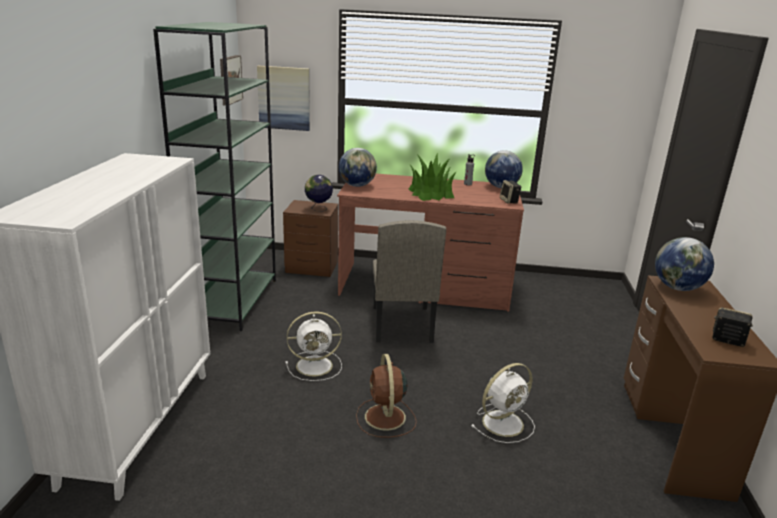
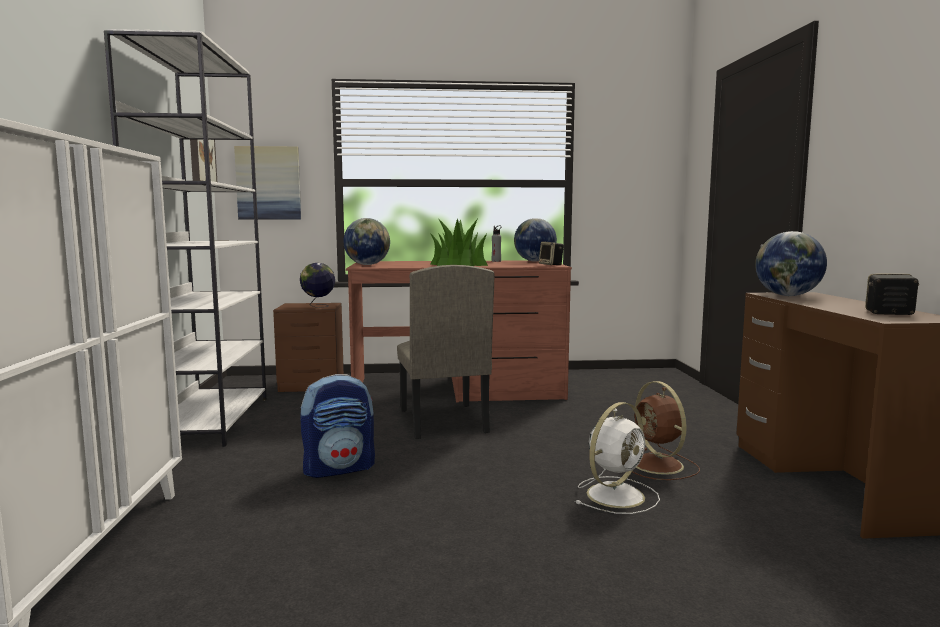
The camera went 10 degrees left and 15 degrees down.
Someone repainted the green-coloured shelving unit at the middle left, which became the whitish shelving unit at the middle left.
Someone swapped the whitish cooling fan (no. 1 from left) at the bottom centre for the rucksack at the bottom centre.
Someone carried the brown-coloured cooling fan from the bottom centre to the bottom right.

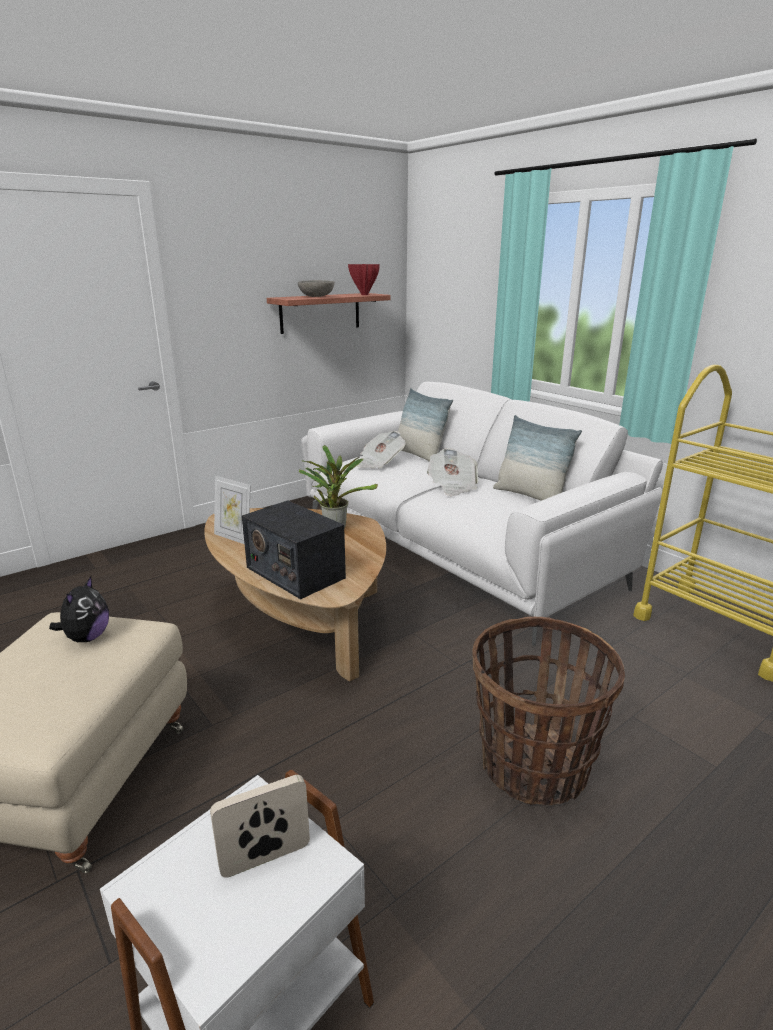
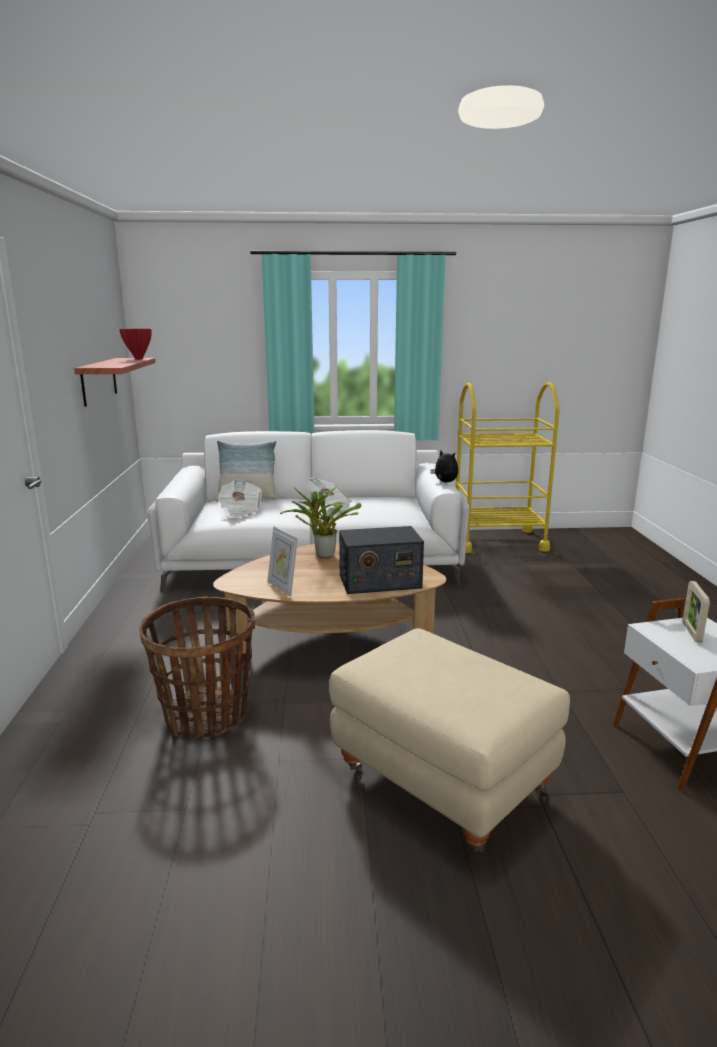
The camera went 55 degrees left and 5 degrees down.
Someone took away the gray deep dish at the top centre.
Someone took away the throw pillow (no. 2 from left) at the middle right.
Someone rotated the picture frame (no. 1 from left) at the middle left by 75 degrees clockwise.
Someone carried the plush toy from the middle left to the centre.
Someone carried the household basket from the bottom right to the middle left.

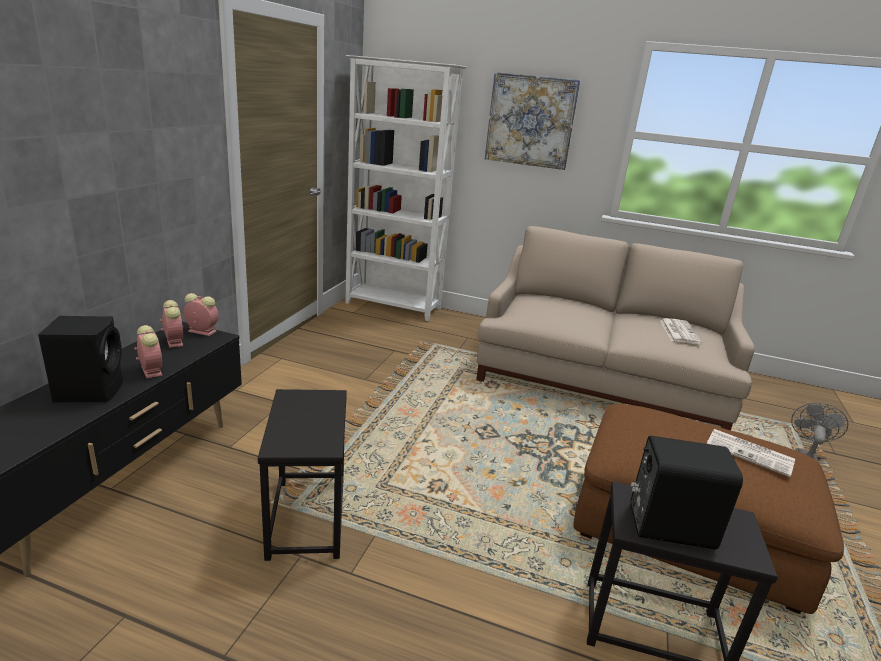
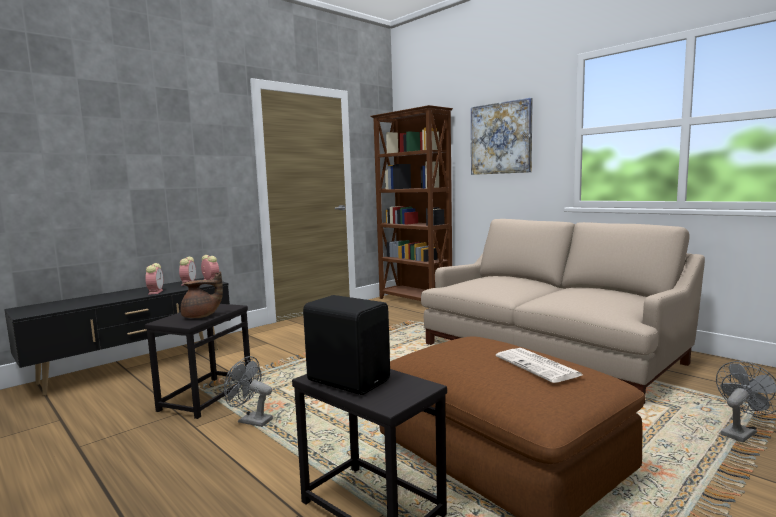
The camera went 30 degrees right and 15 degrees down.
Someone repainted the whitish shelving unit at the top centre, which became the brown-coloured shelving unit at the centre.
Someone took away the blackish loudspeaker (no. 1 from left) at the middle left.
Someone took away the daily paper (no. 1 from left) at the middle right.
Someone put down the brown-coloured tea pot at the middle left.
Someone put down the gray cooling fan (no. 1 from left) at the bottom left.

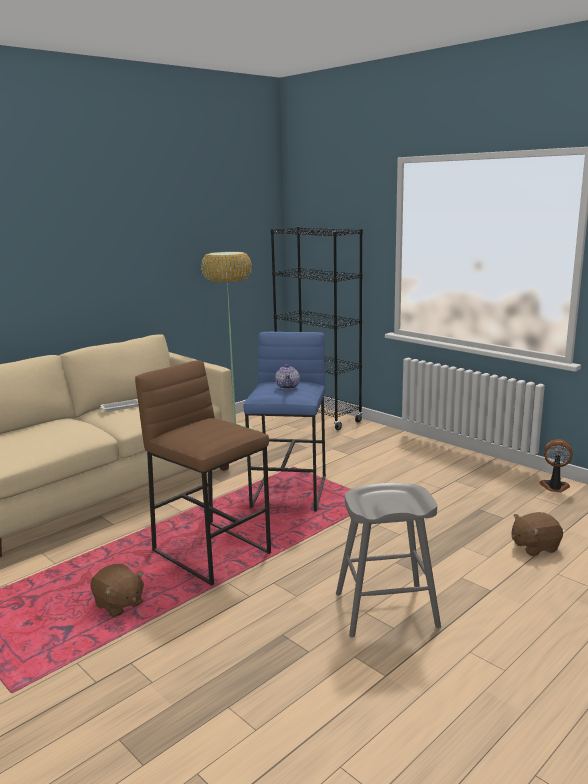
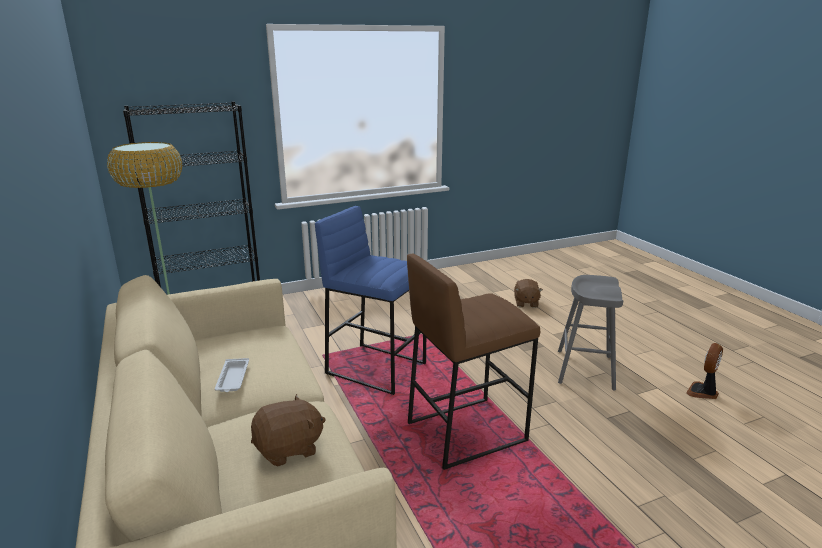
The camera went 70 degrees left and 5 degrees up.
Someone took away the tea pot at the centre.
Someone carried the cooling fan from the middle right to the bottom right.
Someone carried the brown-coloured plush toy (no. 1 from left) from the bottom left to the bottom centre.

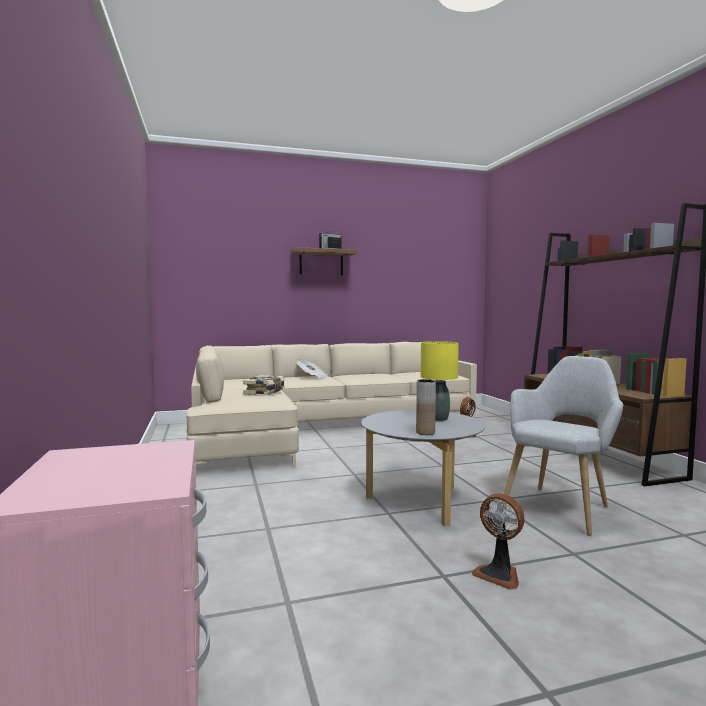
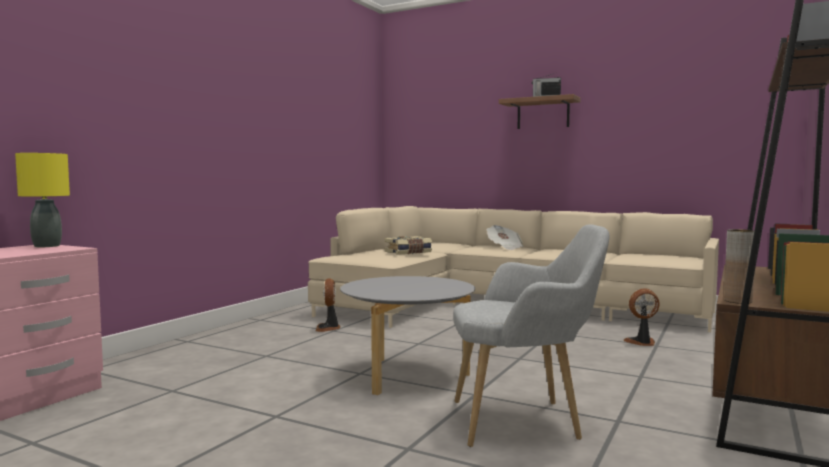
The camera went 45 degrees right and 0 degrees up.
Someone carried the yellow-coloured lamp for a table from the centre to the middle left.
Someone carried the brown-coloured flower vase from the centre to the middle right.
Someone carried the cooling fan (no. 2 from left in the first image) from the bottom right to the centre.

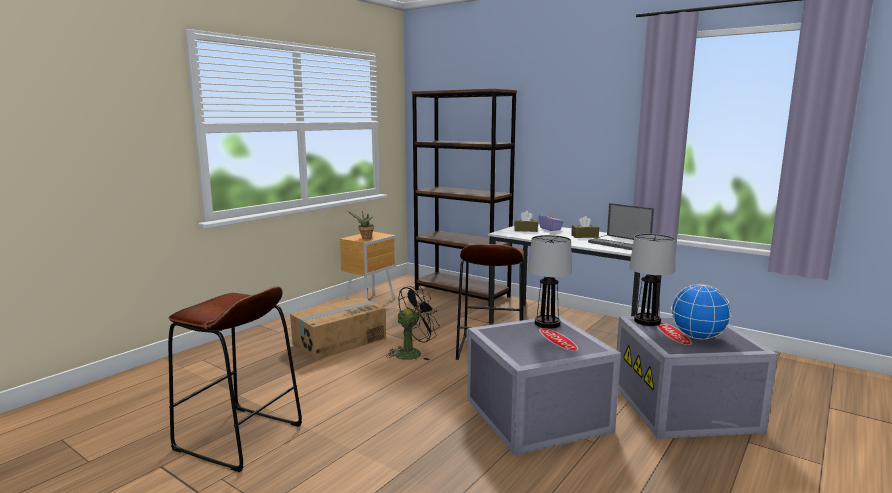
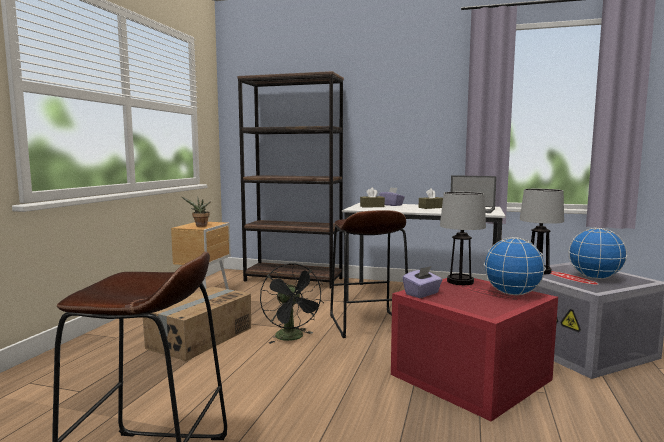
The camera went 20 degrees left and 5 degrees down.
Someone rotated the blackish cooling fan at the centre by 120 degrees clockwise.
Someone repainted the gray storage bin (no. 1 from left) at the bottom centre, which became the red storage bin at the bottom right.
Someone put down the desk globe (no. 1 from left) at the middle right.
Someone put down the purplish box of tissues (no. 2 from left) at the centre.

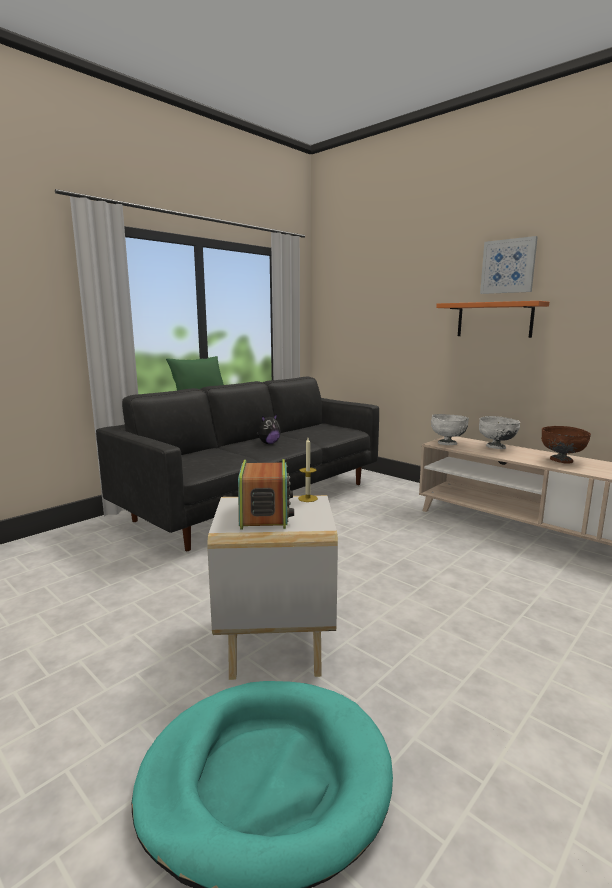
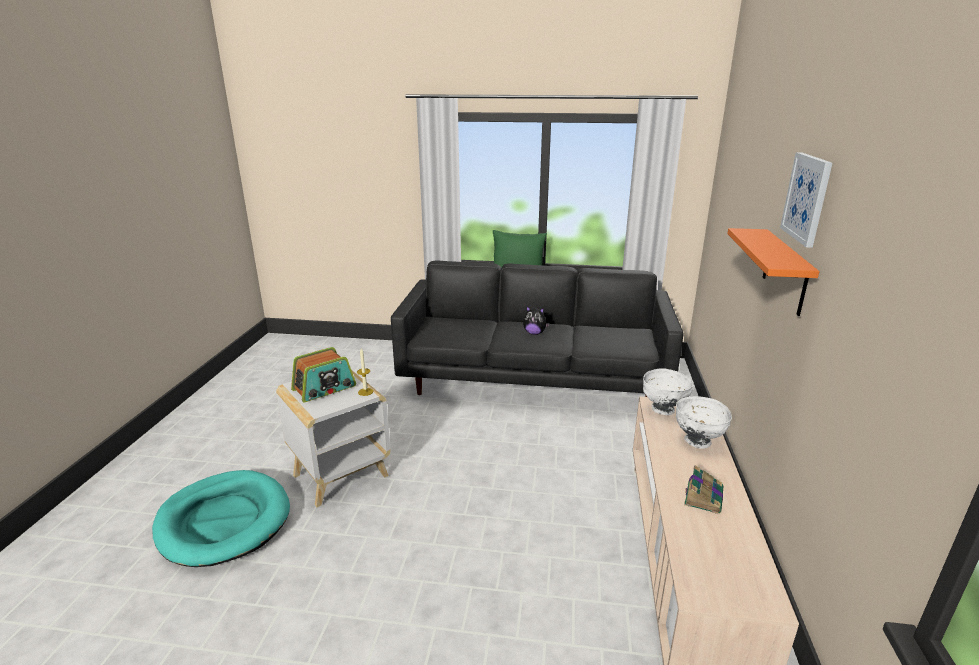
The camera went 55 degrees right and 10 degrees up.
Someone swapped the brown-coloured deep dish at the middle right for the volume at the bottom right.

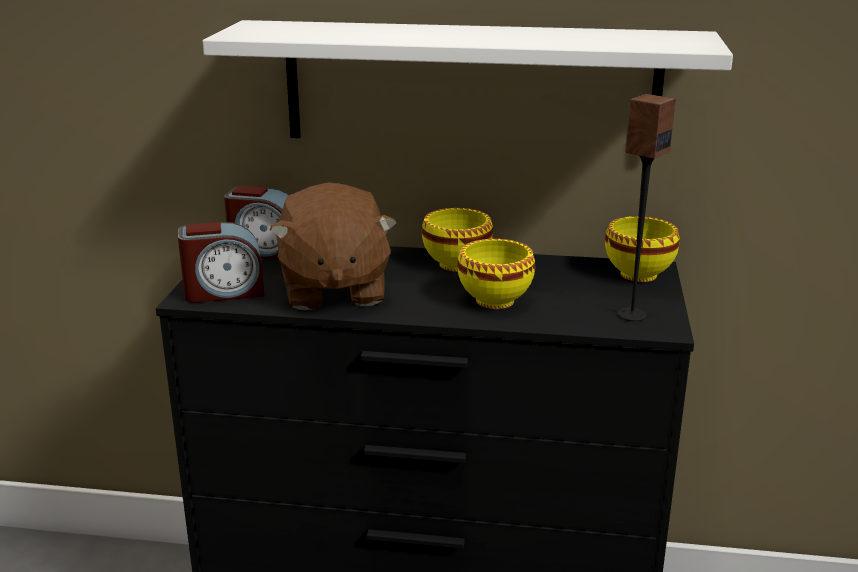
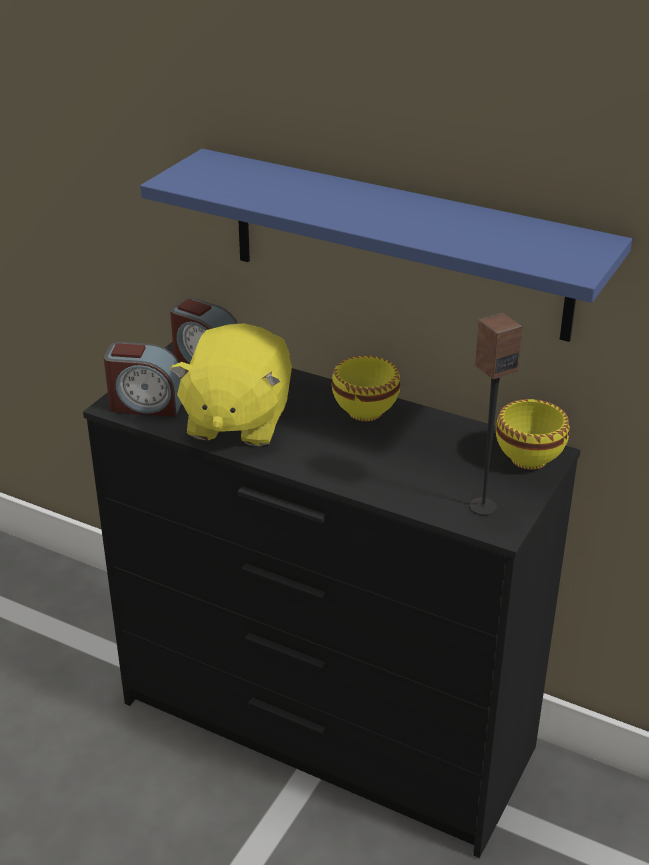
The camera went 20 degrees right and 10 degrees up.
Someone repainted the whitish shelf at the top centre, which became the bluish shelf at the top centre.
Someone repainted the brown-coloured plush toy at the centre, which became the yellow-coloured plush toy at the centre.
Someone took away the yellow-coloured deep dish (no. 2 from left) at the centre.

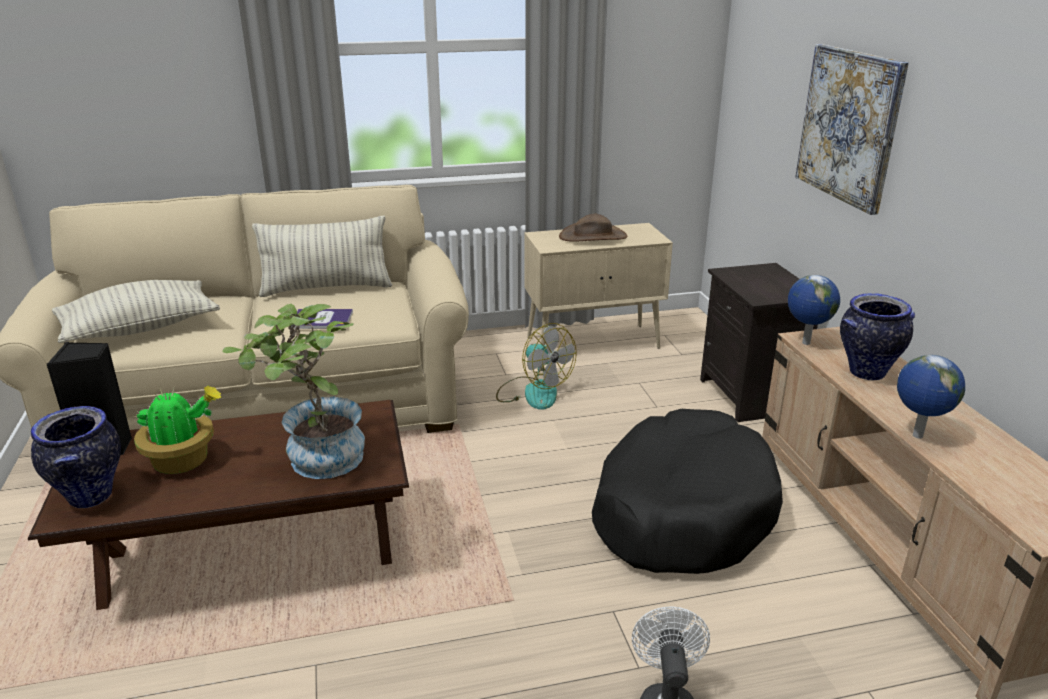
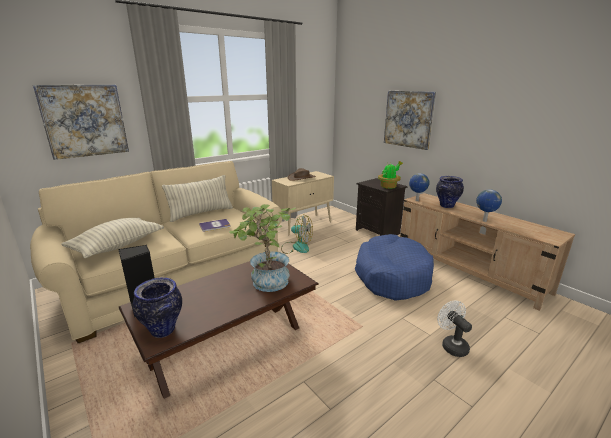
The camera went 25 degrees left and 5 degrees down.
Someone carried the potted plant (no. 1 from left in the first image) from the middle left to the centre.
Someone repainted the blackish pet bed at the bottom centre, which became the bluish pet bed at the centre.
Someone put up the wall art (no. 1 from left) at the top left.

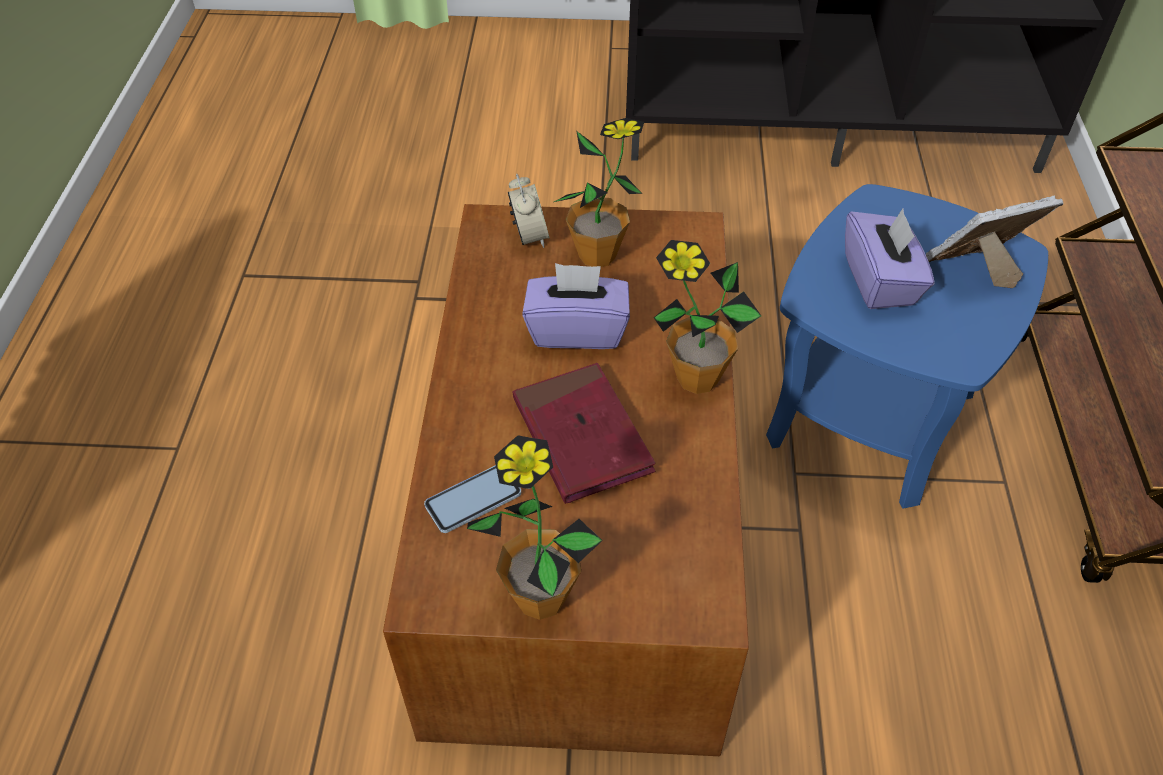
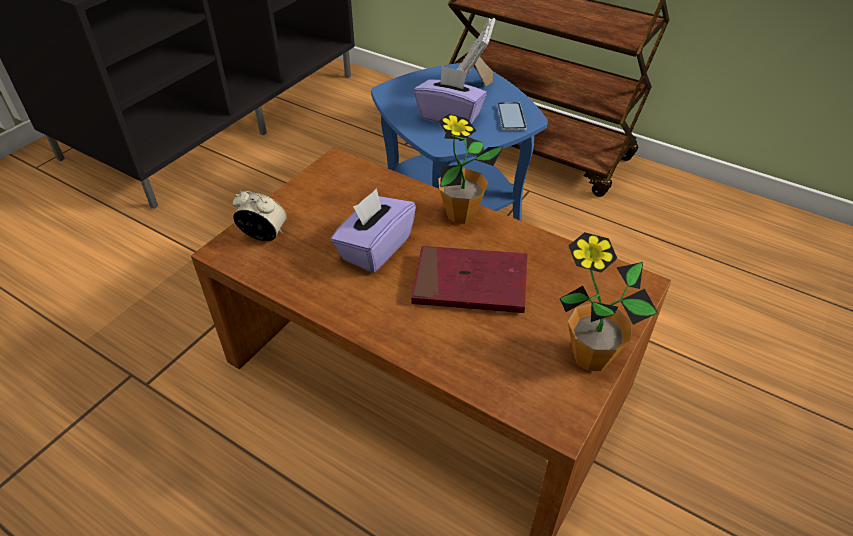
The camera went 60 degrees left and 5 degrees down.
Someone took away the potted plant (no. 2 from left) at the top centre.
Someone carried the phone from the centre to the top centre.

